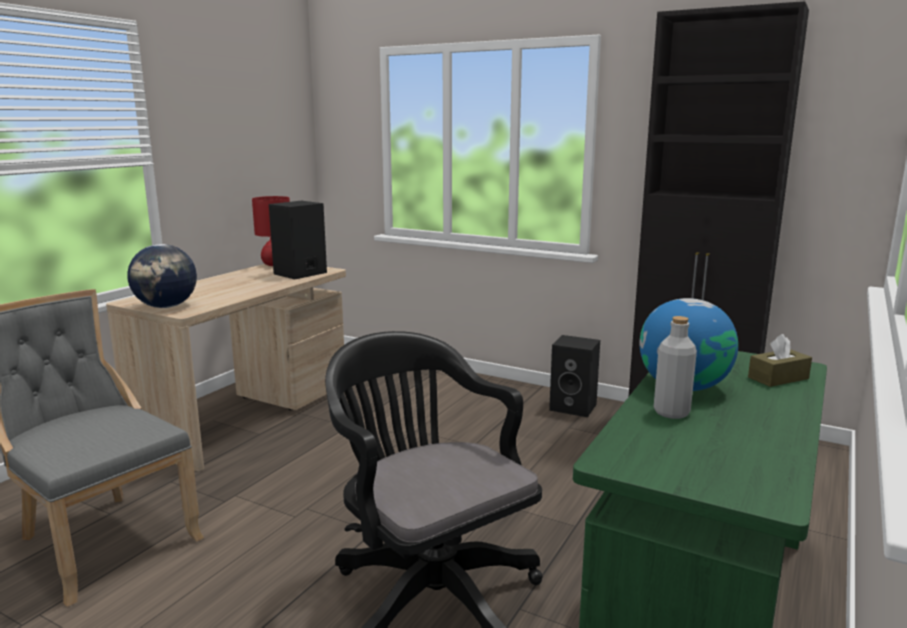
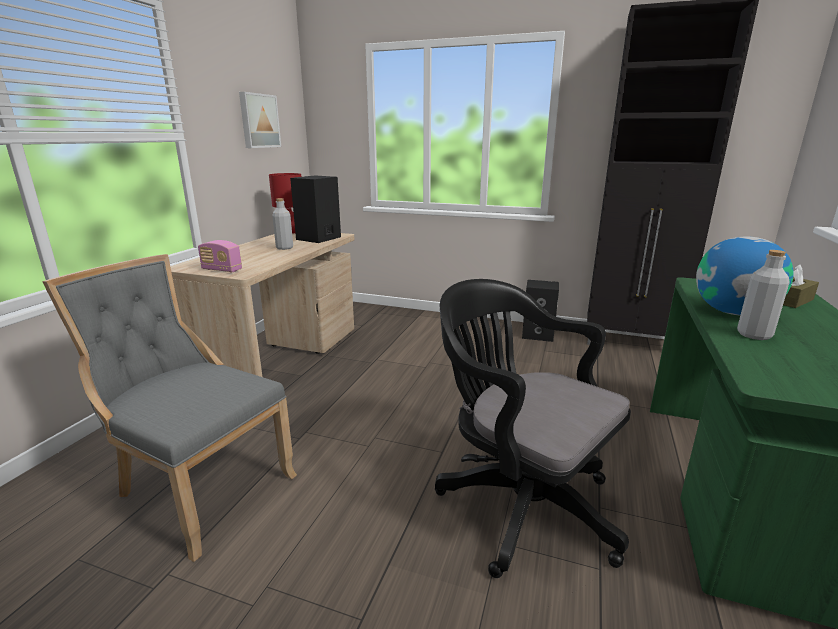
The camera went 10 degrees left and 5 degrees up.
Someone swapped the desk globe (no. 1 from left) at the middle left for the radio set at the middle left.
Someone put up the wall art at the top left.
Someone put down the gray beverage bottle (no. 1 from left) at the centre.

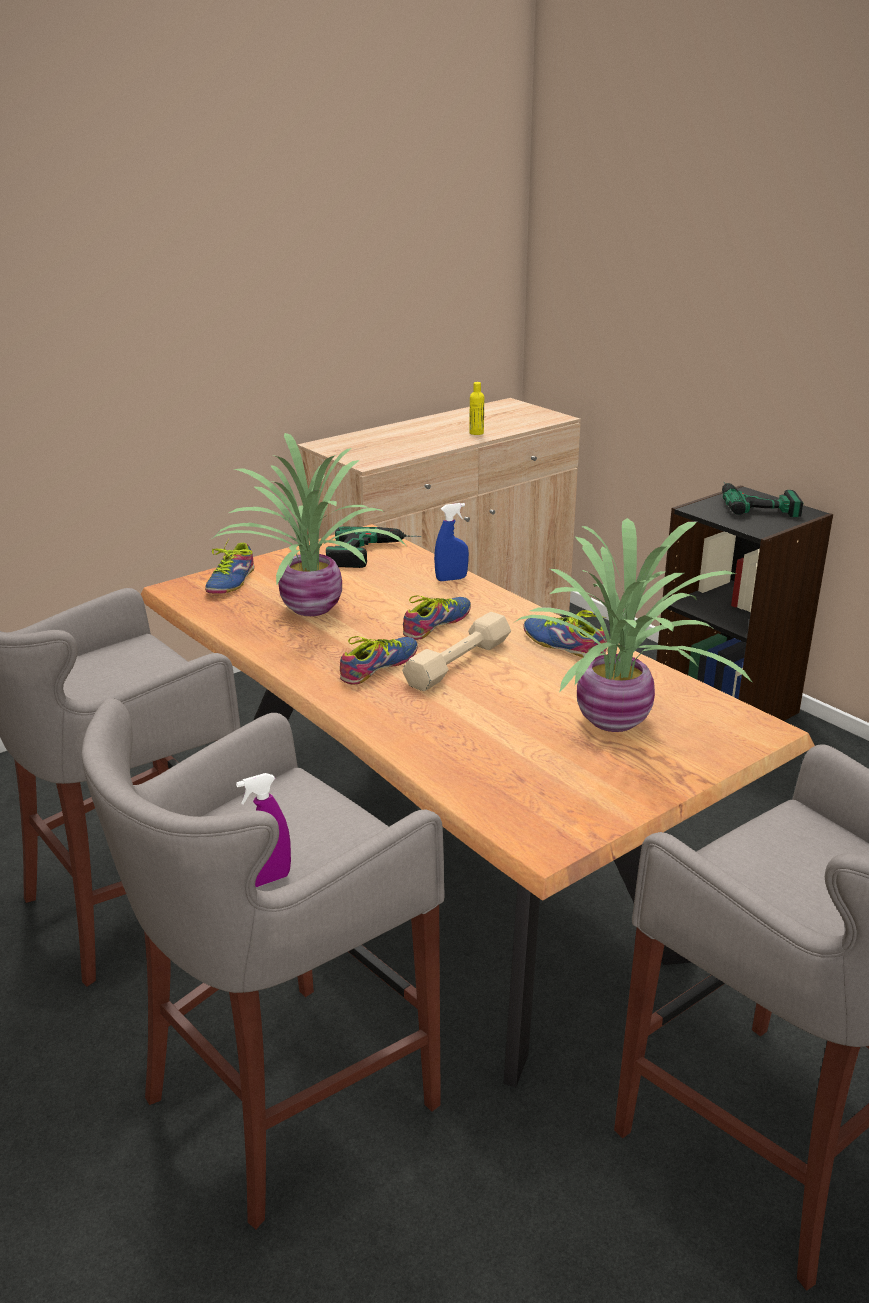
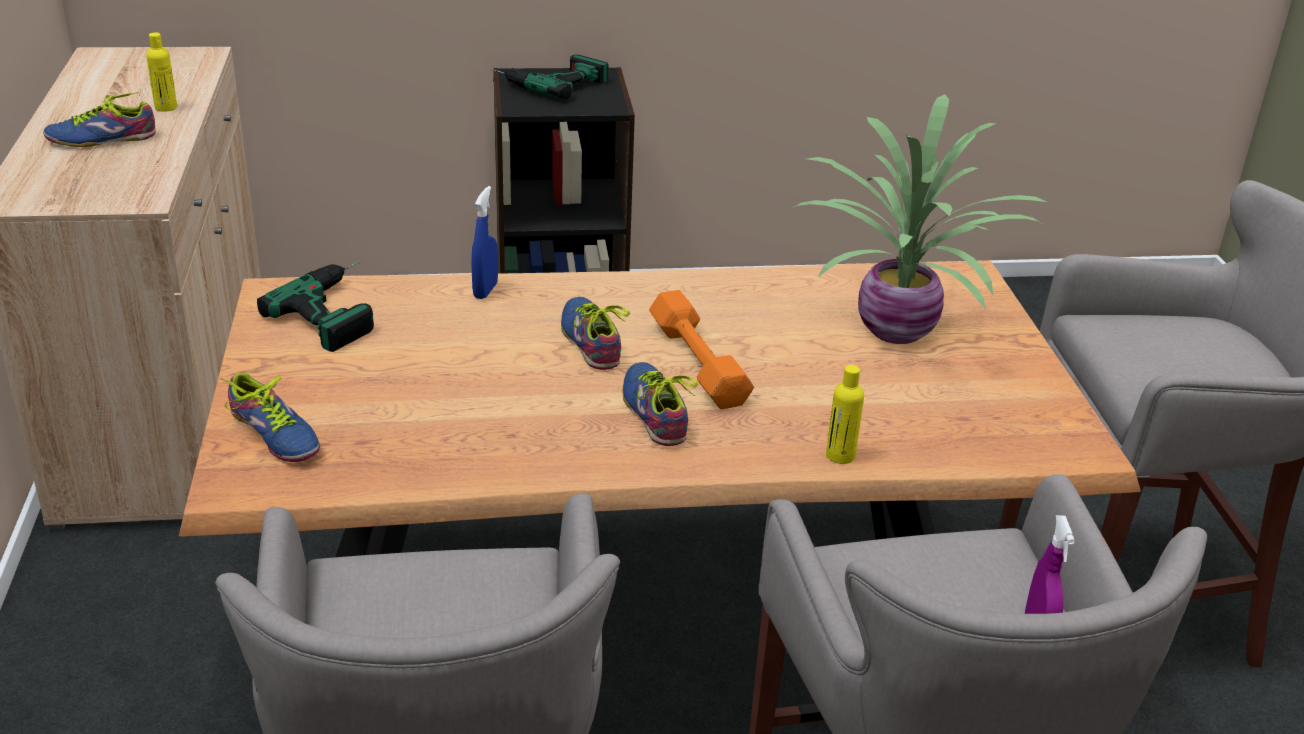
The camera went 60 degrees left and 5 degrees up.
Someone took away the potted plant (no. 1 from left) at the centre.
Someone carried the item of footwear (no. 4 from left in the first image) from the centre to the top left.
Someone repainted the beige free weight at the centre, which became the orange-coloured free weight at the centre.
Someone put down the yellow-coloured beverage bottle (no. 2 from left) at the centre.

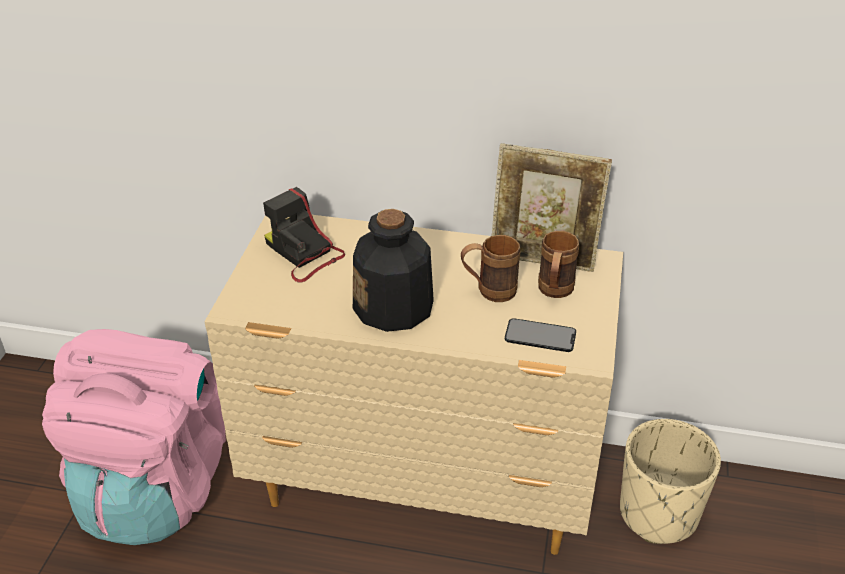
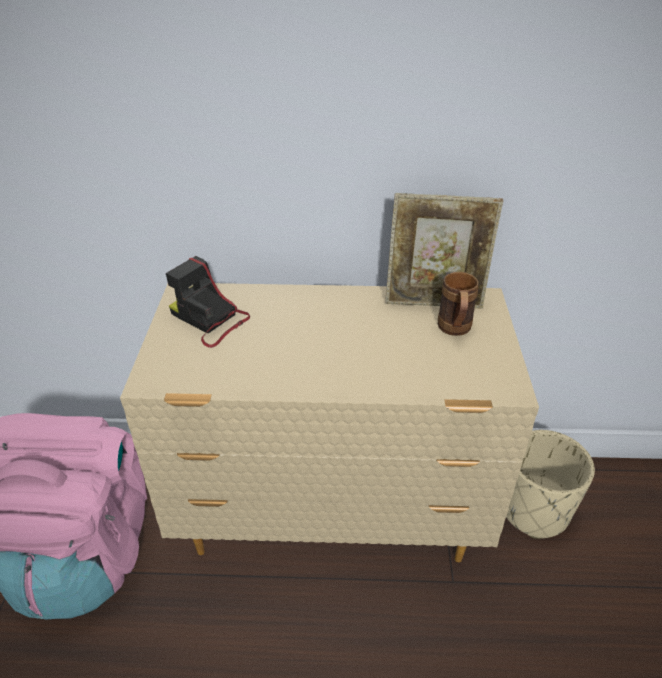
The camera went 10 degrees left and 0 degrees up.
Someone took away the beverage bottle at the centre.
Someone took away the brown-coloured coffee mug (no. 1 from left) at the centre.
Someone took away the phone at the centre.

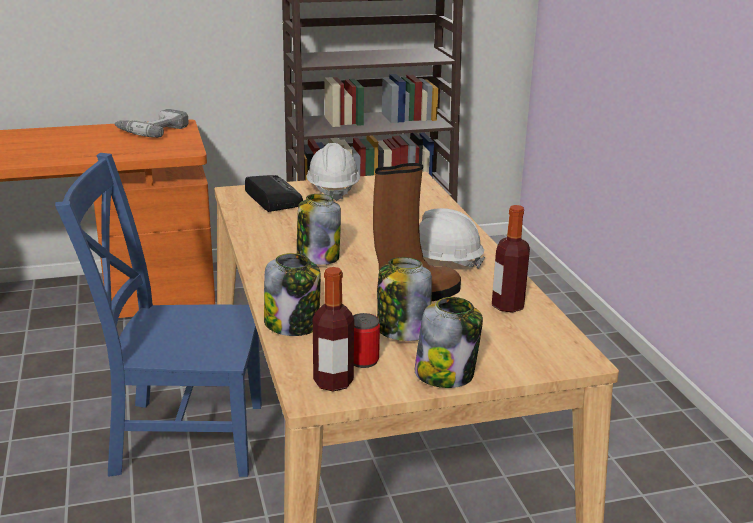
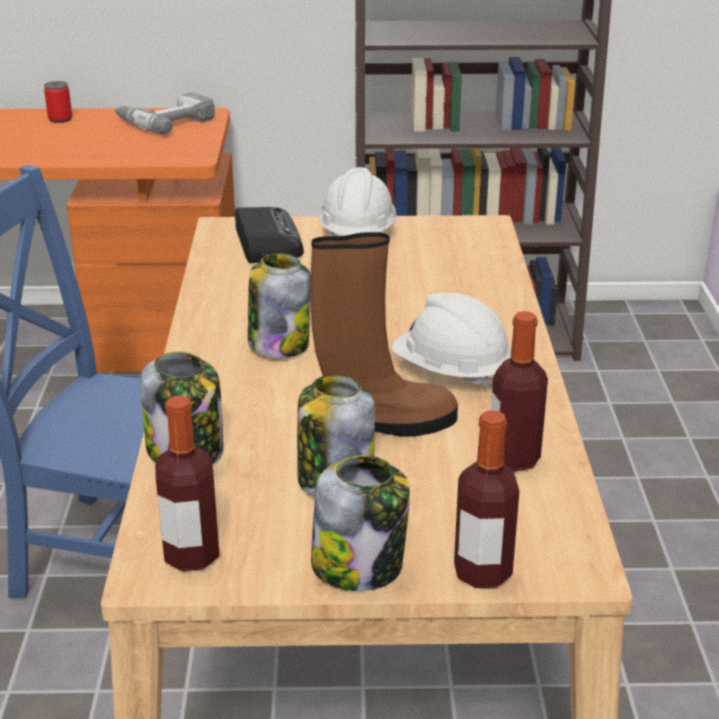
The camera went 15 degrees right and 5 degrees up.
Someone carried the can from the centre to the top left.
Someone put down the beverage bottle (no. 2 from left) at the bottom right.

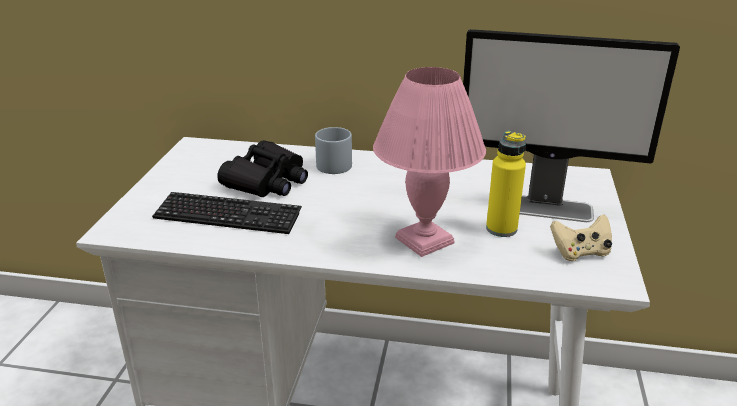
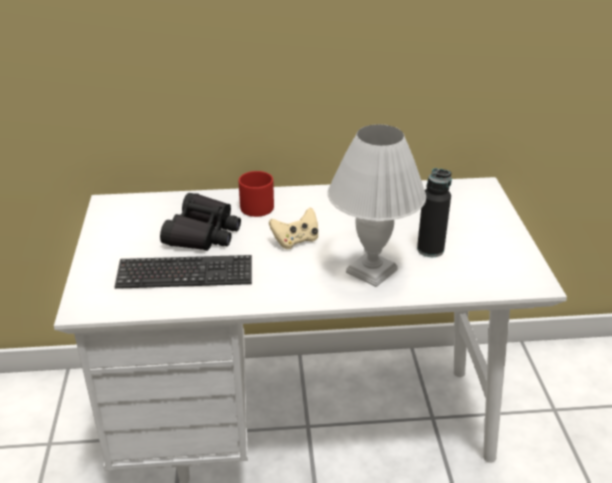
The camera went 15 degrees left and 5 degrees up.
Someone took away the monitor at the top right.
Someone repainted the pinkish lamp for a table at the centre, which became the whitish lamp for a table at the centre.
Someone repainted the gray coffee mug at the centre, which became the red coffee mug at the centre.
Someone repainted the yellow-coloured beverage bottle at the middle right, which became the blackish beverage bottle at the middle right.
Someone carried the beige joypad from the middle right to the centre.

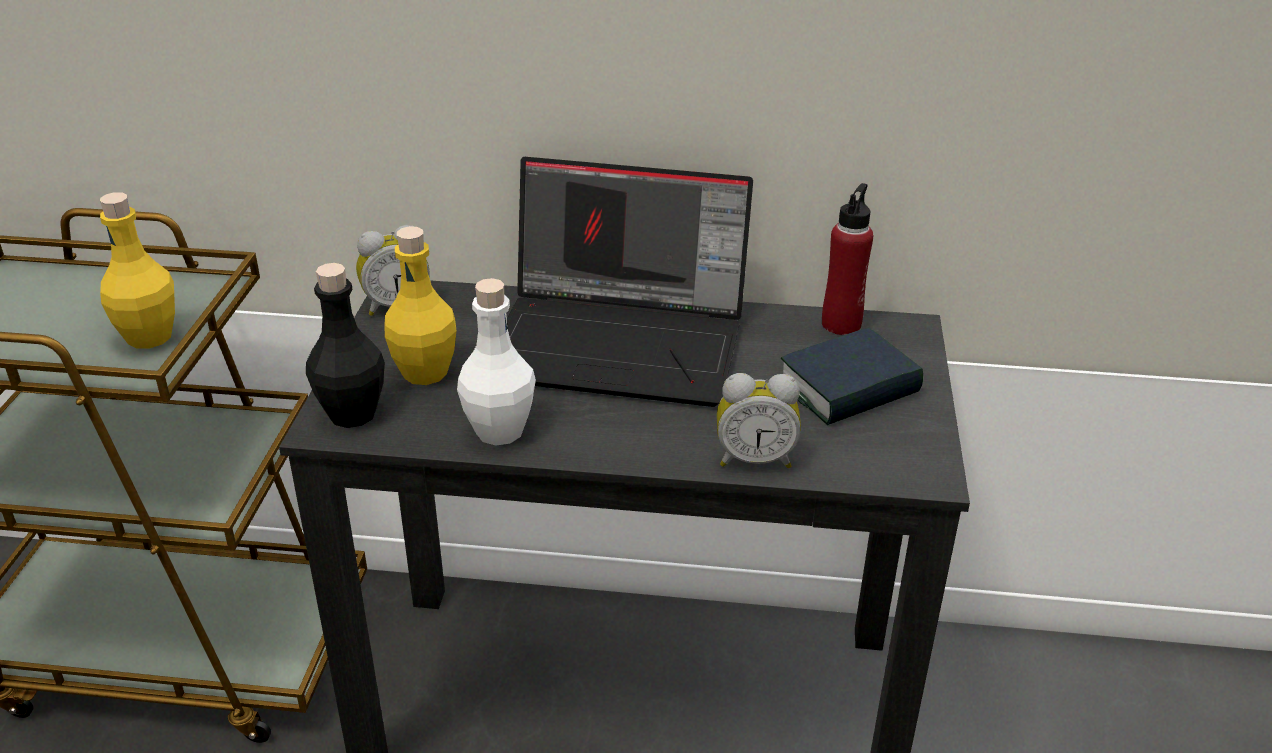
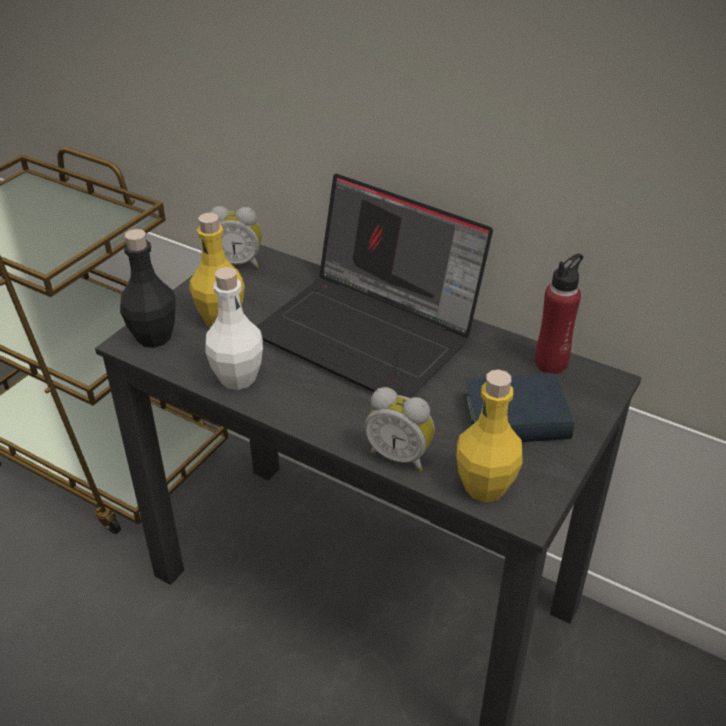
The camera went 25 degrees right and 5 degrees up.
Someone carried the yellow-coloured beverage bottle (no. 1 from left in the first image) from the middle left to the middle right.

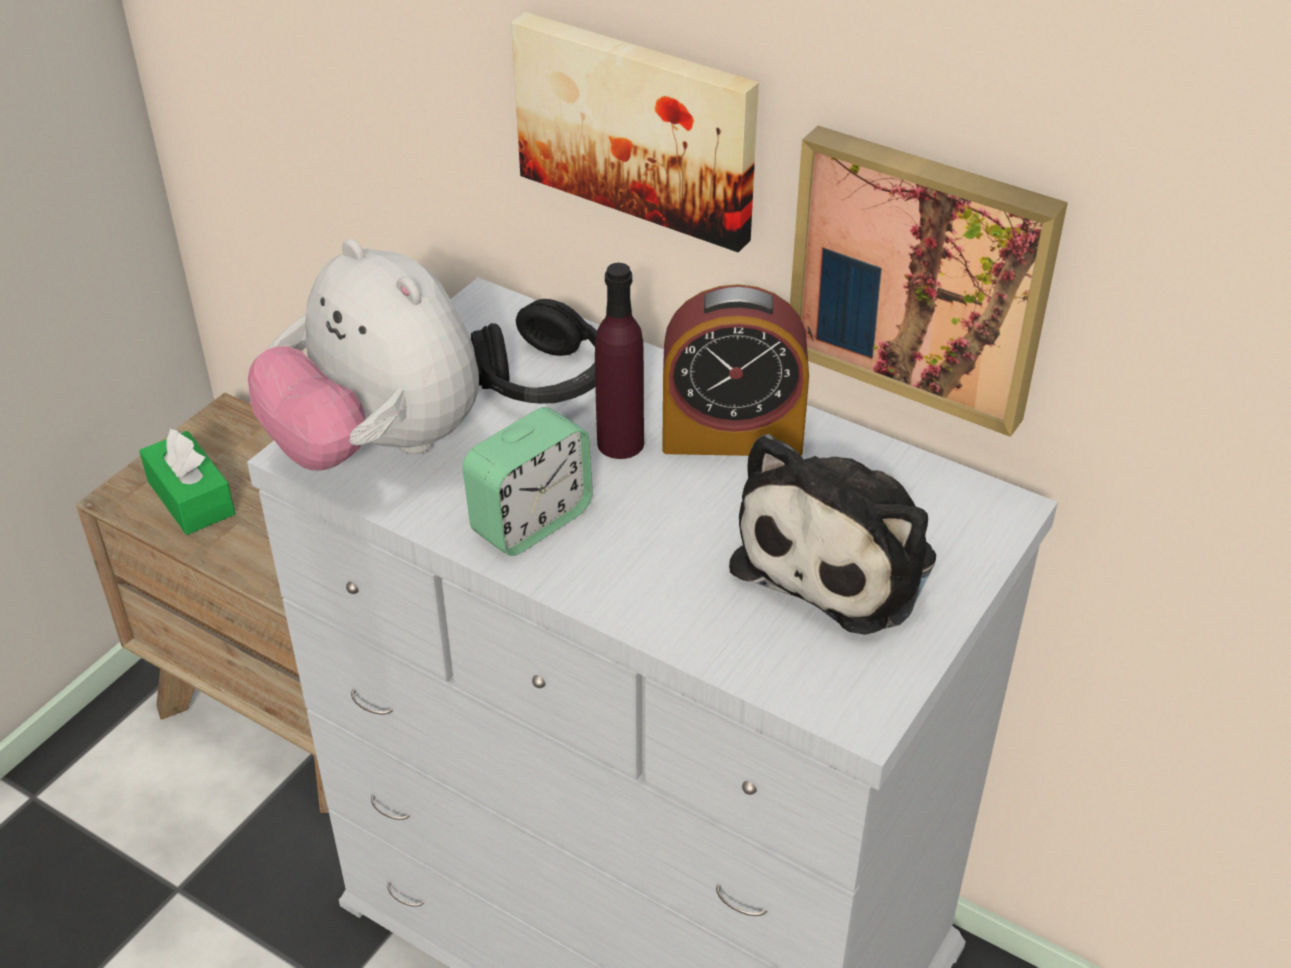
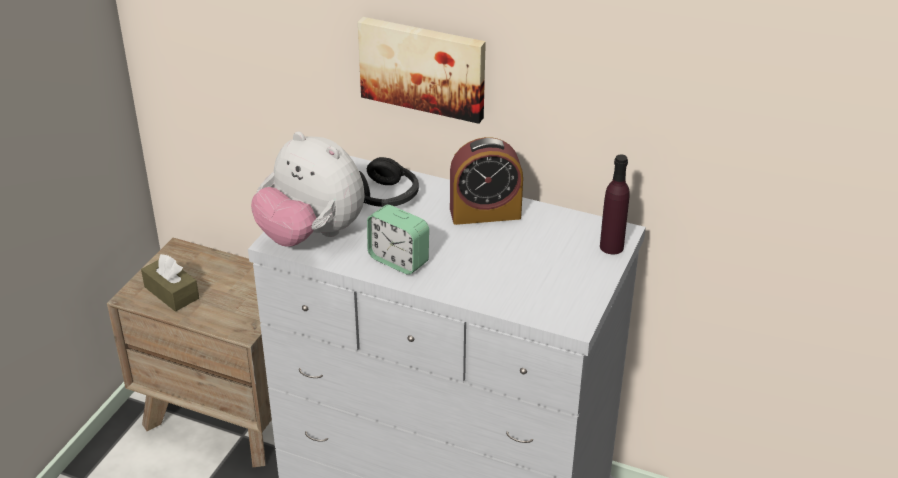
The camera went 10 degrees left and 5 degrees down.
Someone took away the wall art (no. 2 from left) at the top right.
Someone carried the purplish beverage bottle from the centre to the middle right.
Someone rotated the bedside clock (no. 1 from left) at the centre by 90 degrees clockwise.
Someone repainted the green-coloured box of tissues at the middle left, which became the brown-coloured box of tissues at the middle left.
Someone took away the plush toy (no. 2 from left) at the centre.

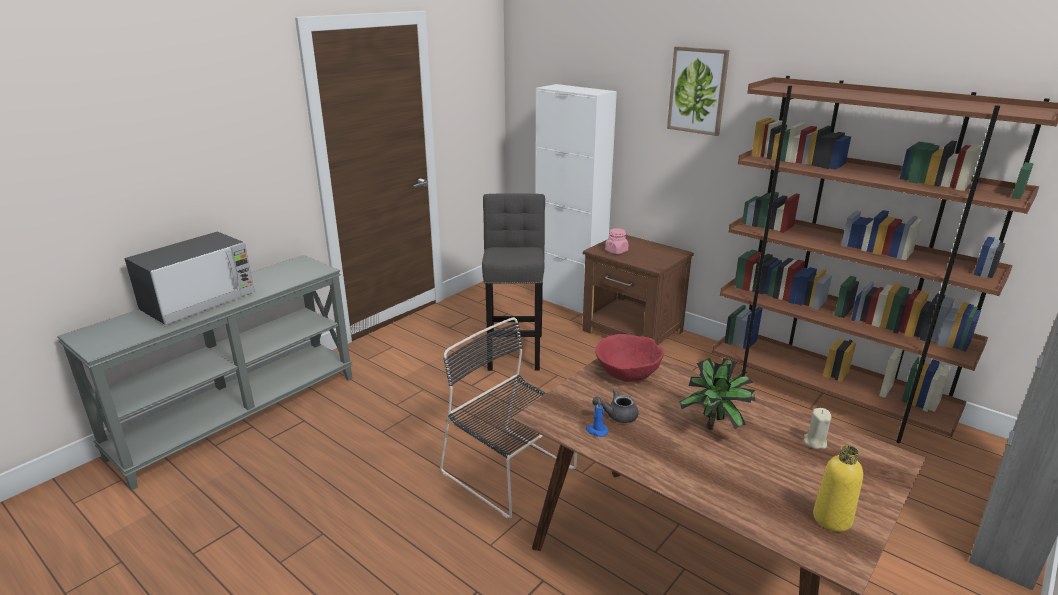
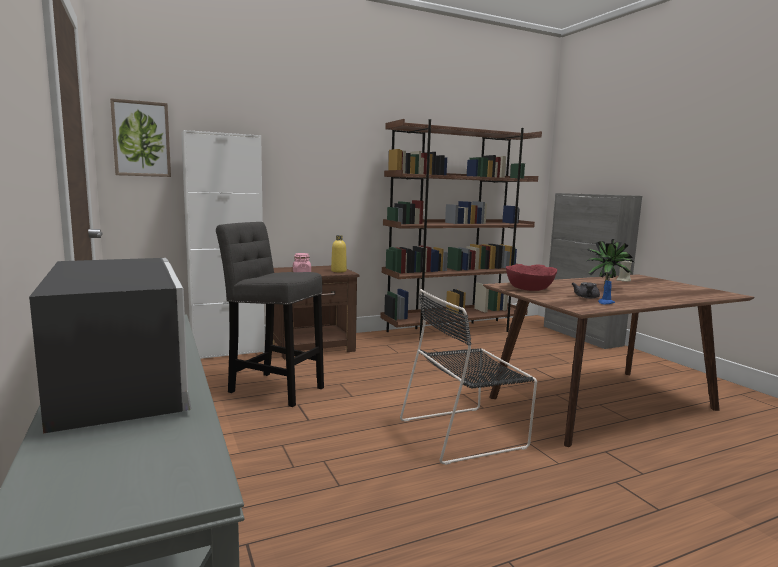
The camera went 65 degrees left and 15 degrees down.
Someone carried the wall art from the top centre to the top left.
Someone carried the yellow-coloured beverage bottle from the bottom right to the centre.

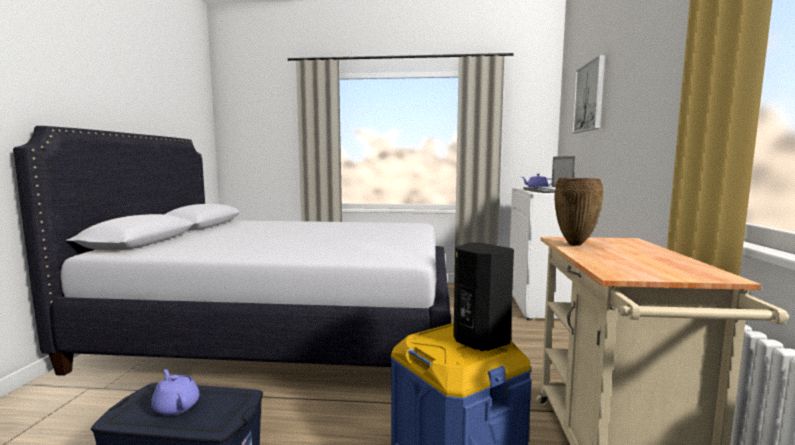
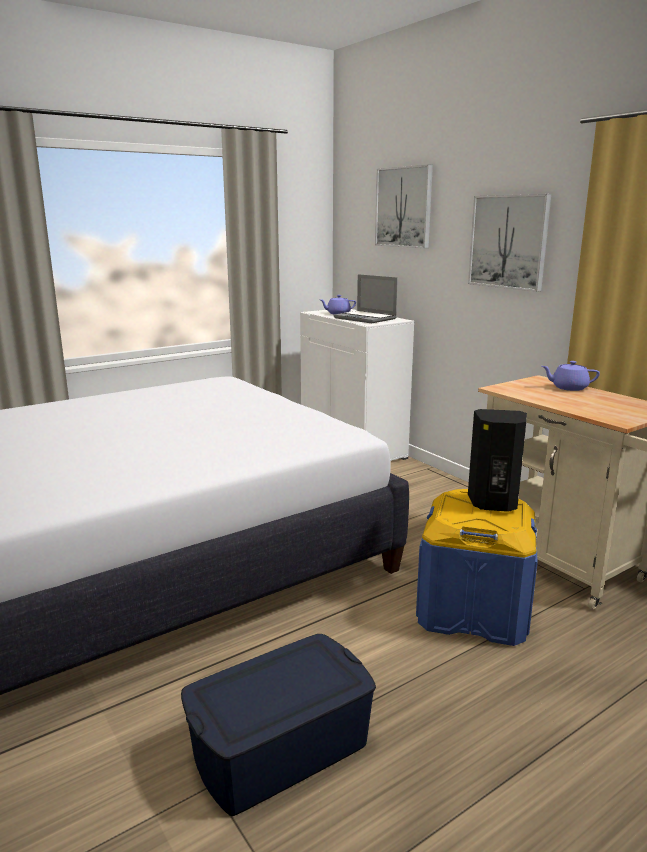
The camera went 40 degrees left and 10 degrees up.
Someone took away the brown-coloured flower vase at the middle right.
Someone carried the purplish tea pot (no. 1 from left in the first image) from the bottom left to the middle right.
Someone put up the wall art (no. 2 from left) at the top right.

